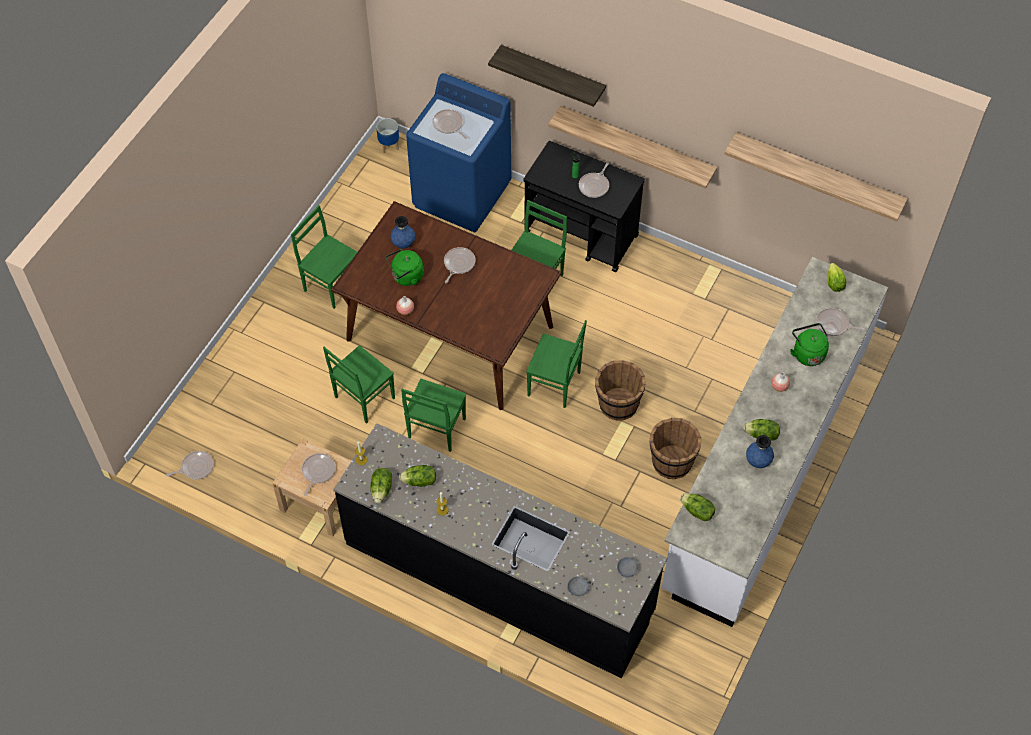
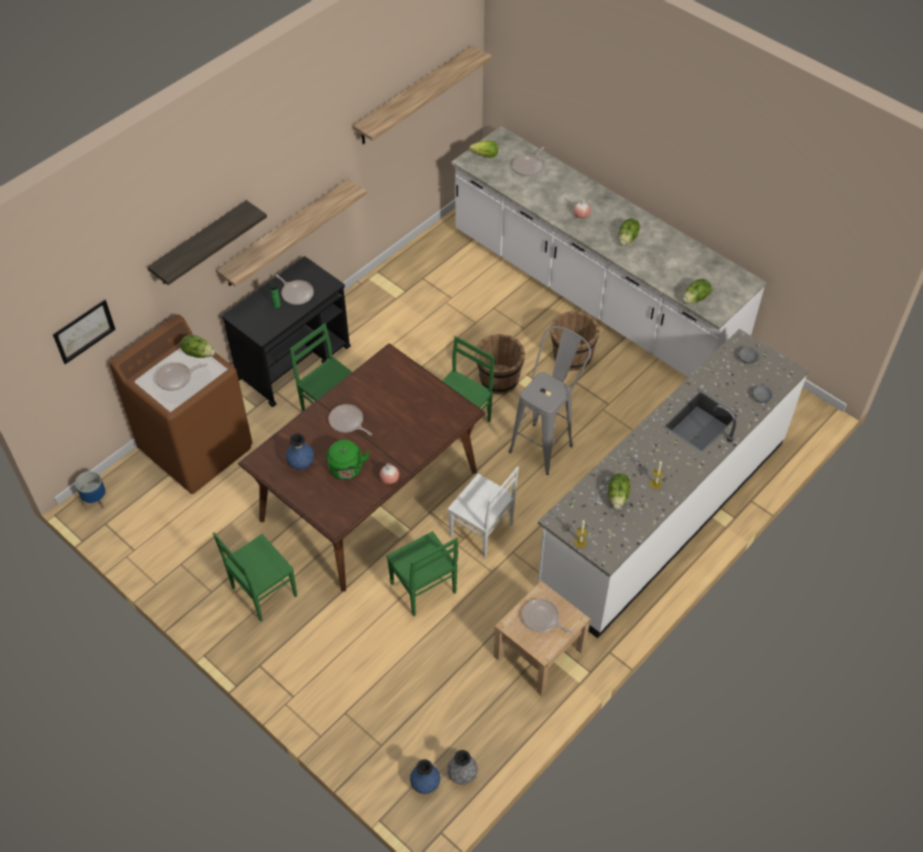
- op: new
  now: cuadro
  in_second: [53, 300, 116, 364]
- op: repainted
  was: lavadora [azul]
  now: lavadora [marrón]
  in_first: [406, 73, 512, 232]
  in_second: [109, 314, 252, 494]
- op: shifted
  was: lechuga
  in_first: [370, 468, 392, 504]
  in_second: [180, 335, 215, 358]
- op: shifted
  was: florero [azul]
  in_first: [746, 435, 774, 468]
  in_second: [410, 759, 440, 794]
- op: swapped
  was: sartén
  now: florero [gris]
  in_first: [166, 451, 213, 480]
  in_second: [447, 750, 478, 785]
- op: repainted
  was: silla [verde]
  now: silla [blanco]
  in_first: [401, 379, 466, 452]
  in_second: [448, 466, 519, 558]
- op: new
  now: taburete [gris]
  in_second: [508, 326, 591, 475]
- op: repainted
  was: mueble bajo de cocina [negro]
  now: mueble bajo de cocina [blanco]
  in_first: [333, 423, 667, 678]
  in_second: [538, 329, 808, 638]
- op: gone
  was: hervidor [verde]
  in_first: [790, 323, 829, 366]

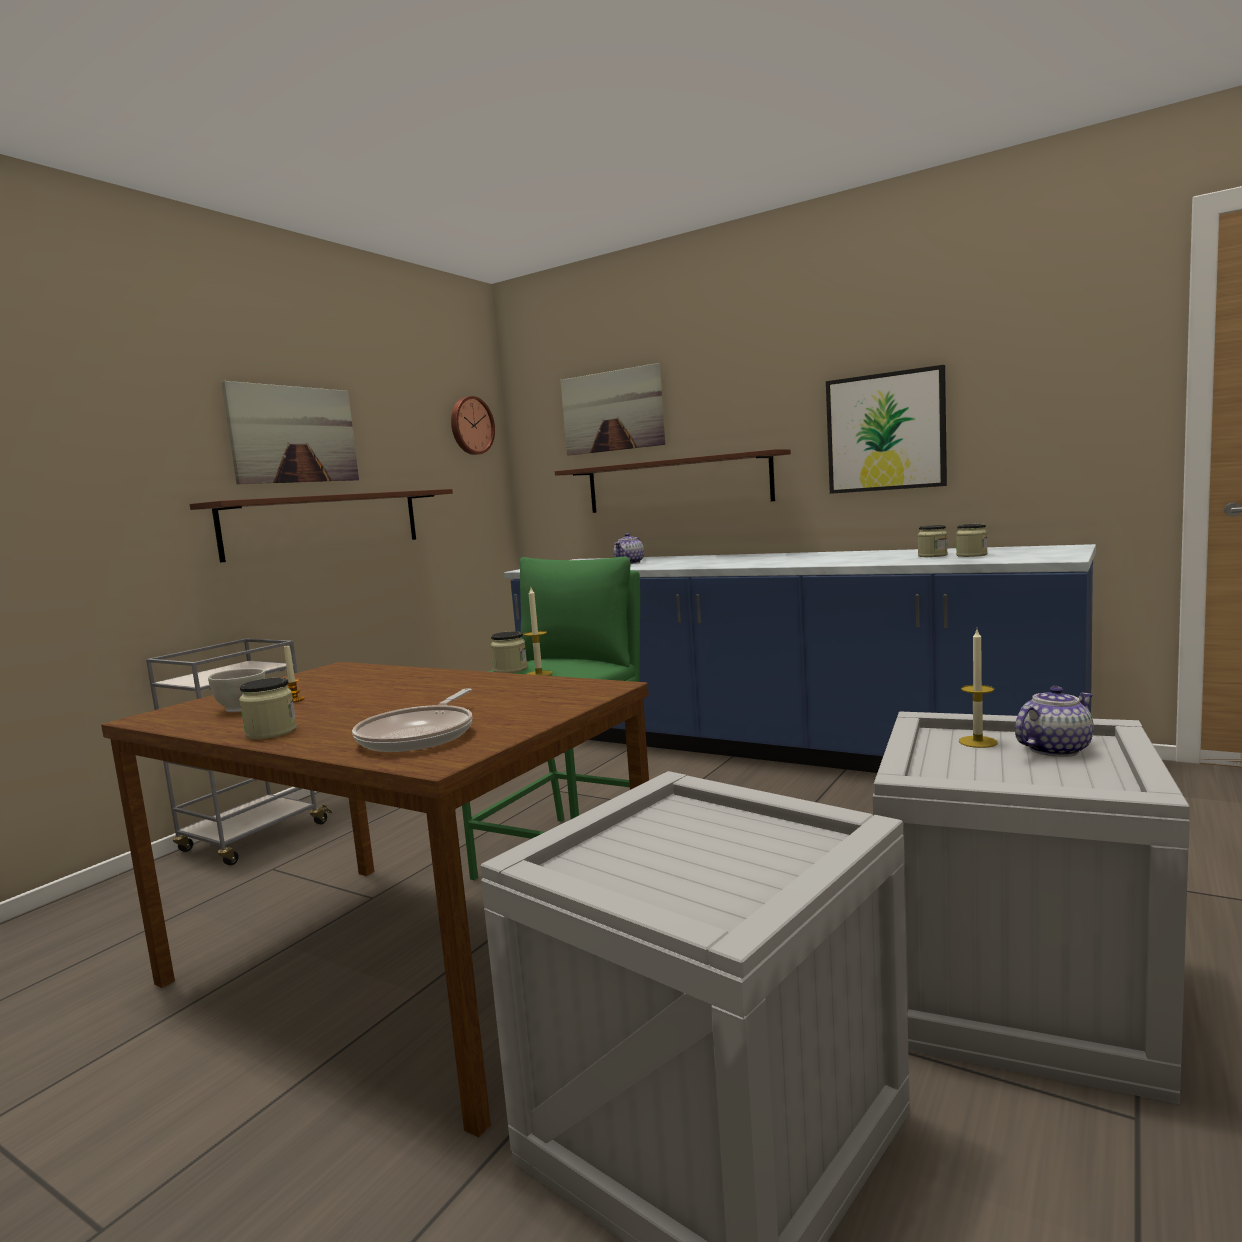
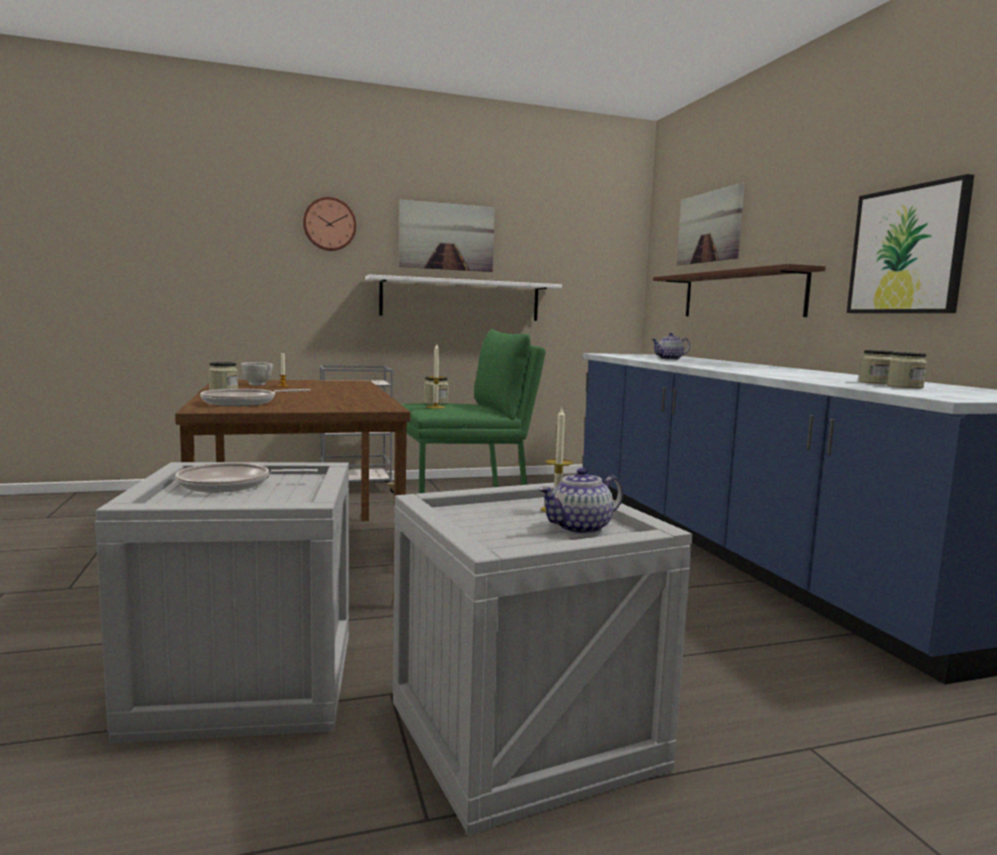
- op: new
  now: sartén
  in_second: [175, 463, 318, 493]
- op: shifted
  was: reloj de pared
  in_first: [451, 396, 495, 455]
  in_second: [303, 197, 356, 251]
- op: repainted
  was: estante [marrón]
  now: estante [blanco]
  in_first: [189, 489, 453, 563]
  in_second: [365, 275, 562, 321]
- op: rotated
  was: tetera
  in_first: [1015, 686, 1094, 757]
  in_second: [538, 468, 623, 534]
  clockwise: 135

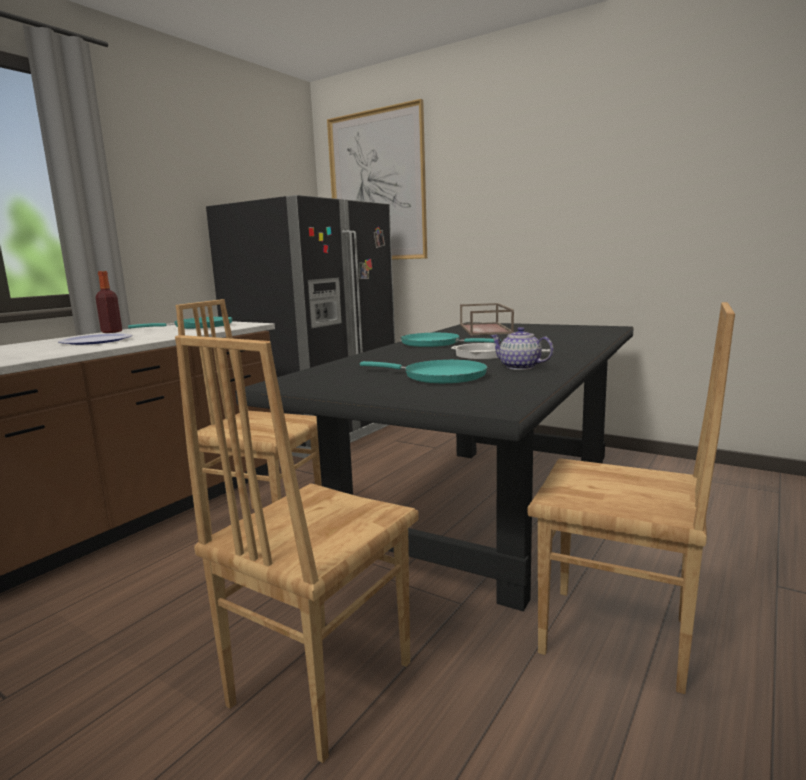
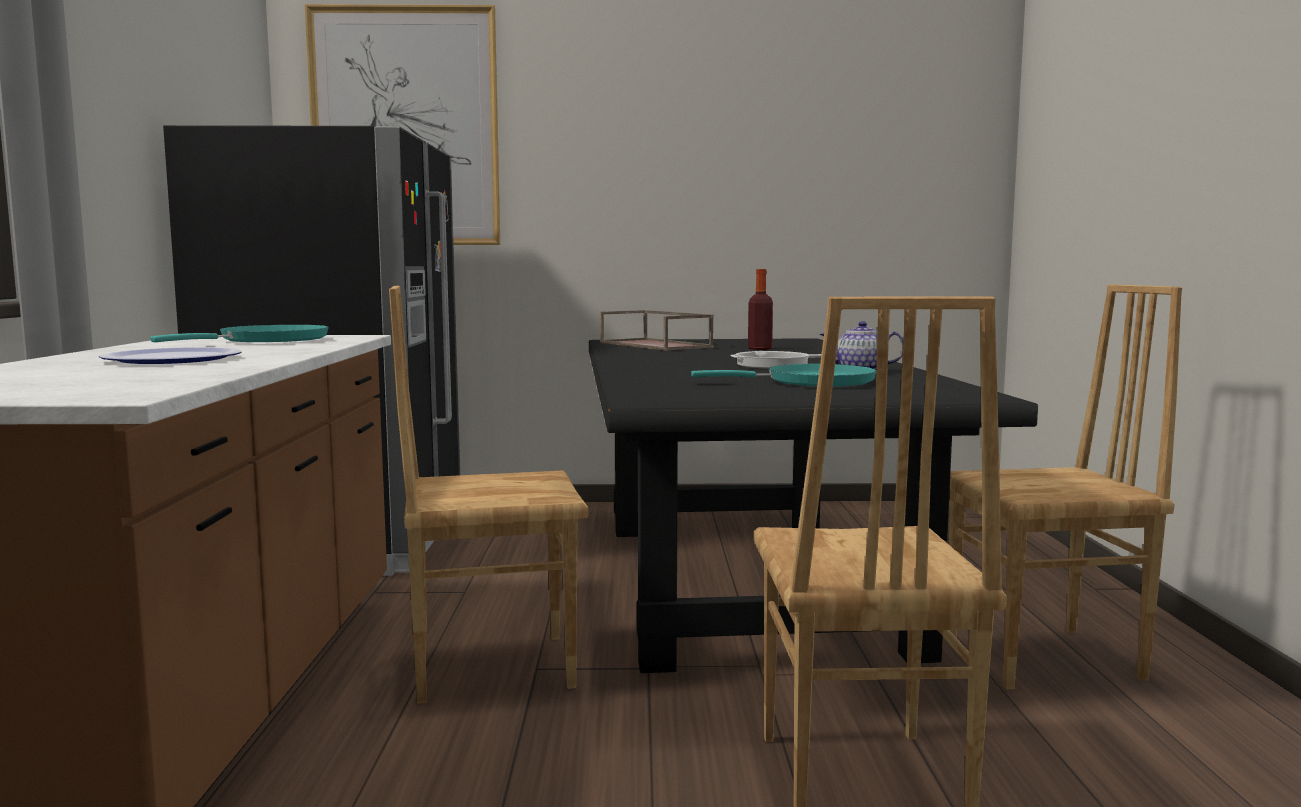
- op: shifted
  was: botella
  in_first: [95, 271, 122, 333]
  in_second: [748, 269, 773, 350]
- op: gone
  was: sartén [turquesa]
  in_first: [401, 333, 501, 347]

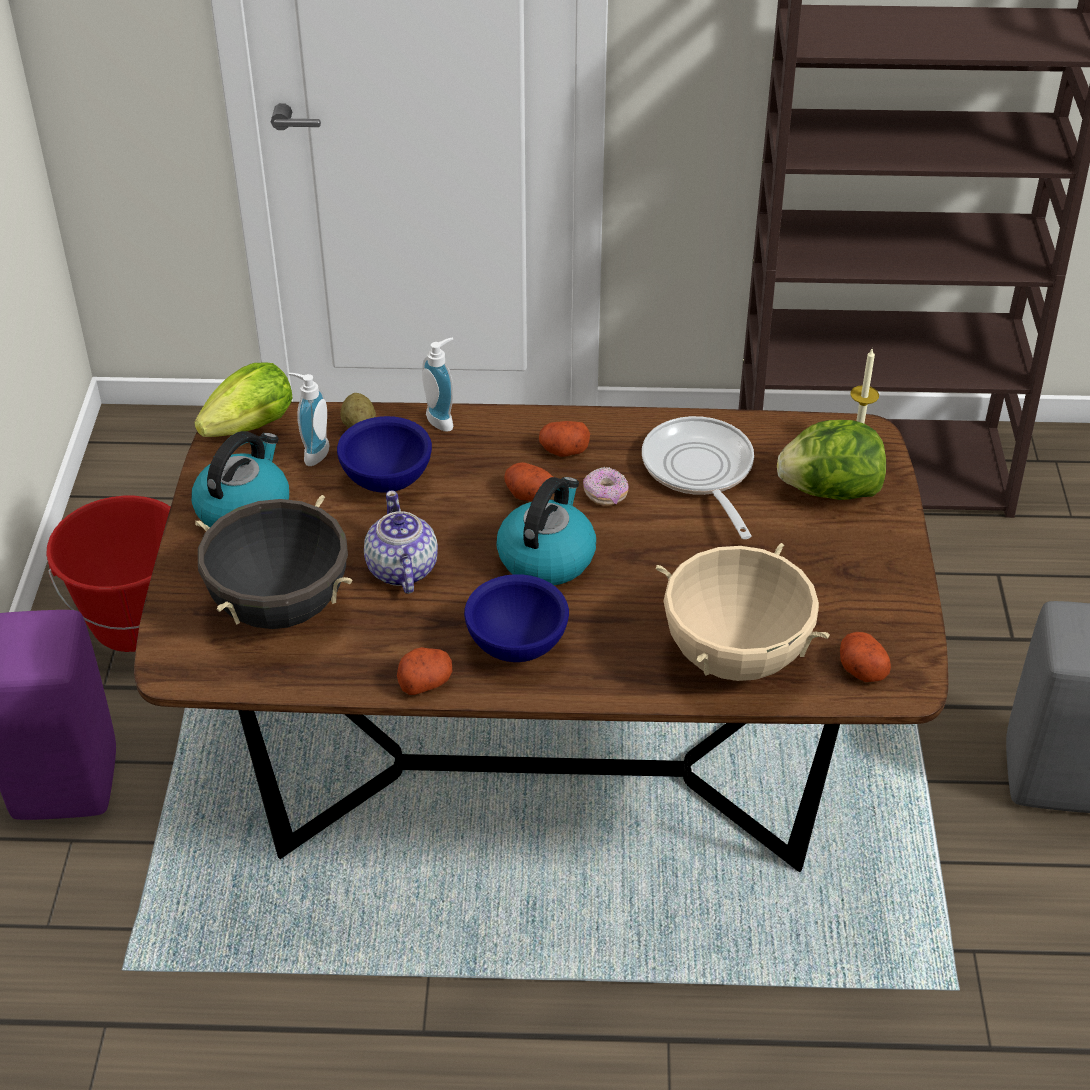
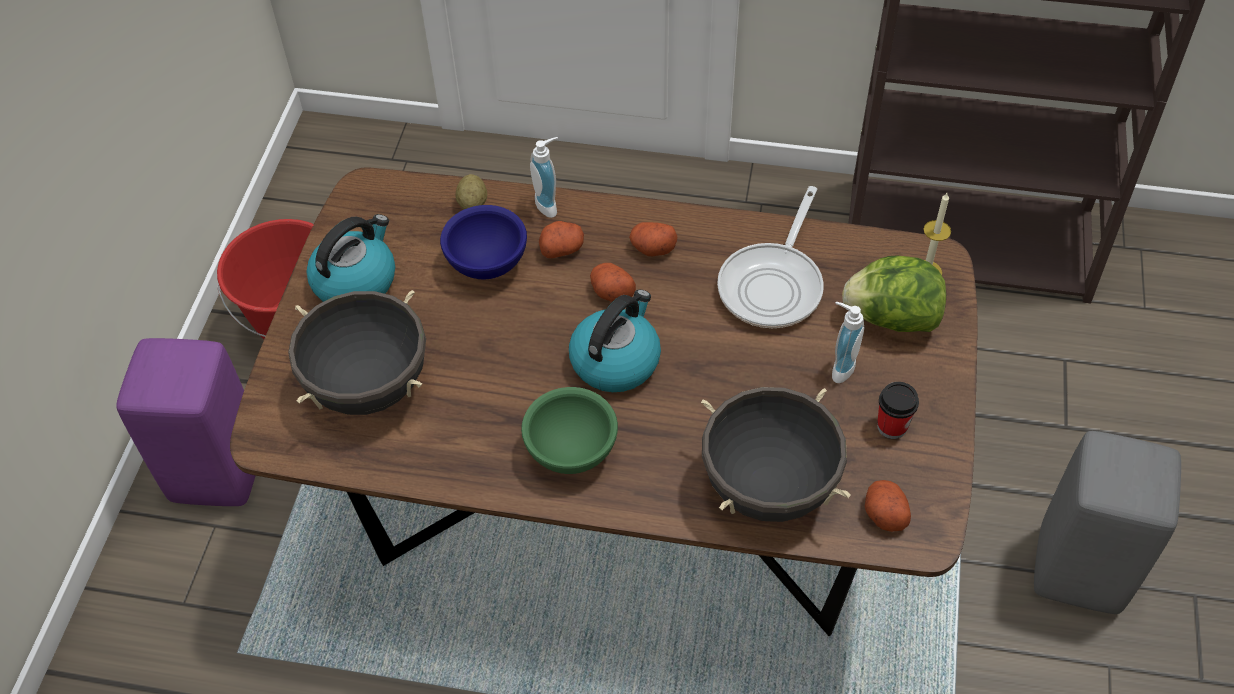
- op: repainted
  was: cuenco [azul]
  now: cuenco [verde]
  in_first: [464, 574, 569, 662]
  in_second: [521, 387, 618, 474]
- op: shifted
  was: patata
  in_first: [397, 647, 452, 695]
  in_second: [539, 221, 584, 258]
- op: repainted
  was: olla [beis]
  now: olla [negro]
  in_first: [656, 543, 830, 681]
  in_second: [701, 387, 851, 522]
- op: rotated
  was: sartén
  in_first: [642, 416, 754, 539]
  in_second: [717, 186, 824, 328]
  clockwise: -150
- op: shifted
  was: dispensador de jabón
  in_first: [289, 373, 329, 466]
  in_second: [832, 301, 865, 383]
- op: new
  now: taza
  in_second: [877, 382, 919, 439]
- op: gone
  was: lechuga
  in_first: [194, 363, 292, 437]
- op: gone
  was: tetera
  in_first: [364, 490, 438, 594]
- op: gone
  was: rosquilla
  in_first: [583, 467, 629, 506]

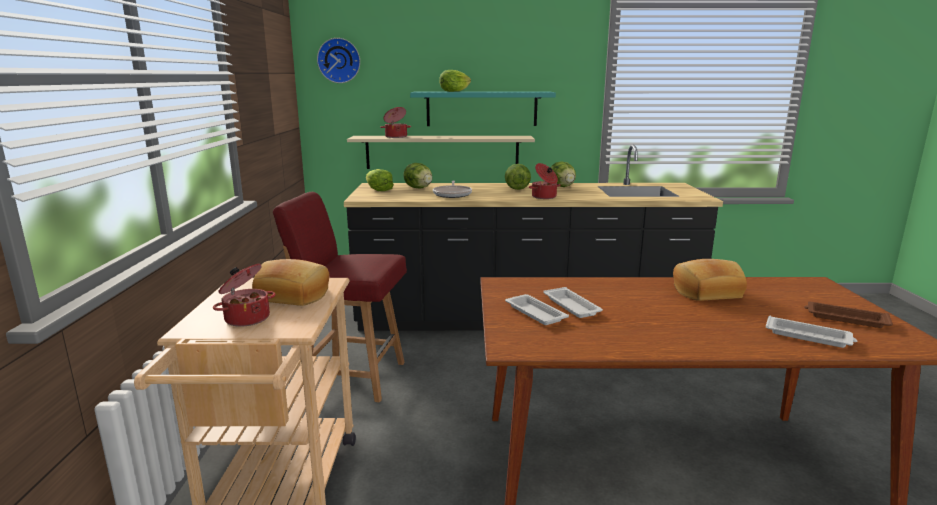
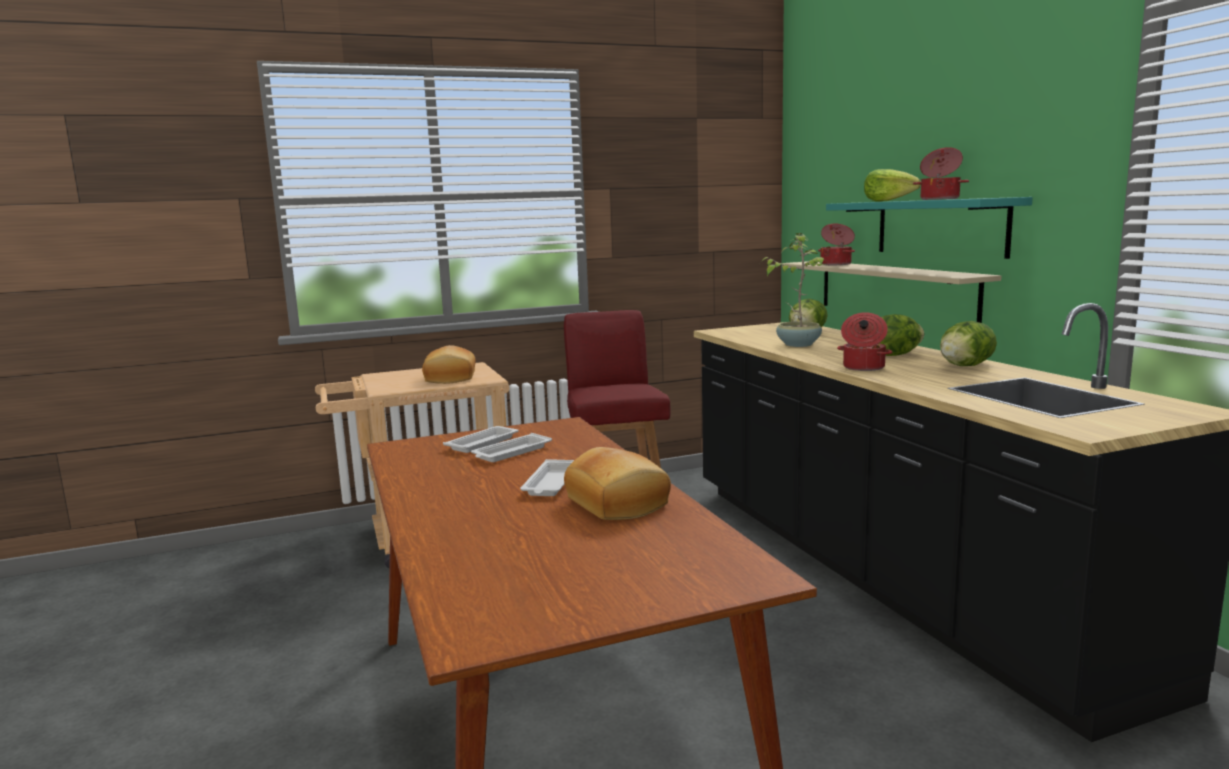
- op: shifted
  was: bandeja [blanco]
  in_first: [766, 316, 857, 348]
  in_second: [520, 459, 574, 496]
- op: swapped
  was: sartén
  now: planta en maceta
  in_first: [433, 181, 472, 198]
  in_second: [761, 233, 828, 347]
- op: shifted
  was: olla
  in_first: [213, 264, 276, 327]
  in_second: [913, 147, 969, 200]
- op: gone
  was: reloj de pared
  in_first: [317, 38, 360, 83]
- op: gone
  was: lechuga
  in_first: [366, 169, 394, 191]
- op: gone
  was: bandeja [marrón]
  in_first: [804, 302, 893, 328]

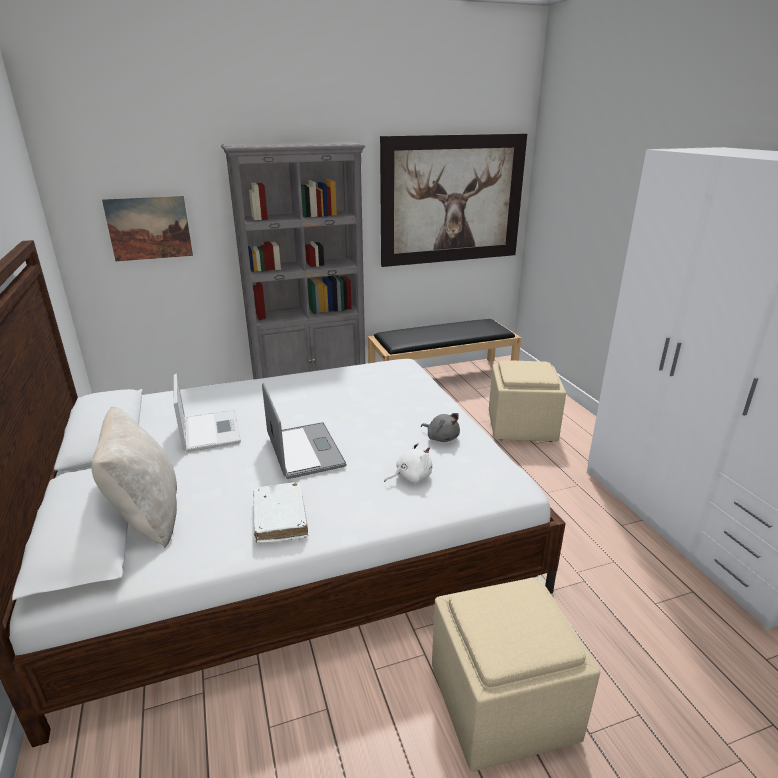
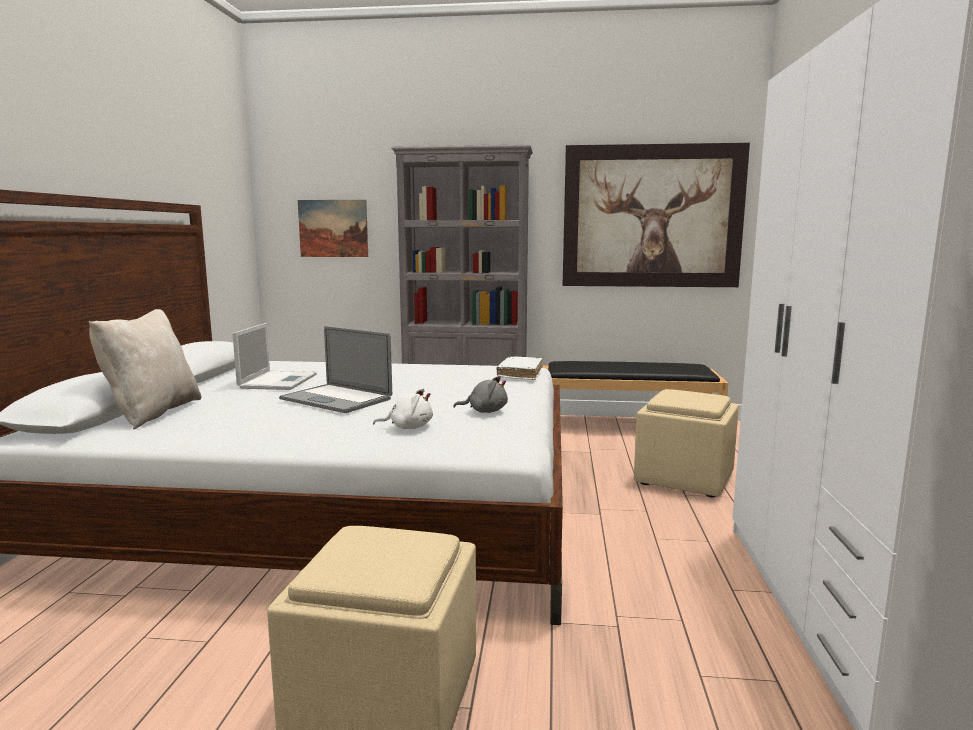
- op: rotated
  was: portátil
  in_first: [262, 383, 347, 479]
  in_second: [279, 326, 392, 413]
  clockwise: 120
- op: rotated
  was: peluche [gris]
  in_first: [421, 413, 460, 442]
  in_second: [454, 376, 508, 413]
  clockwise: -60
- op: shifted
  was: libro [blanco]
  in_first: [253, 482, 308, 543]
  in_second: [496, 357, 542, 380]

